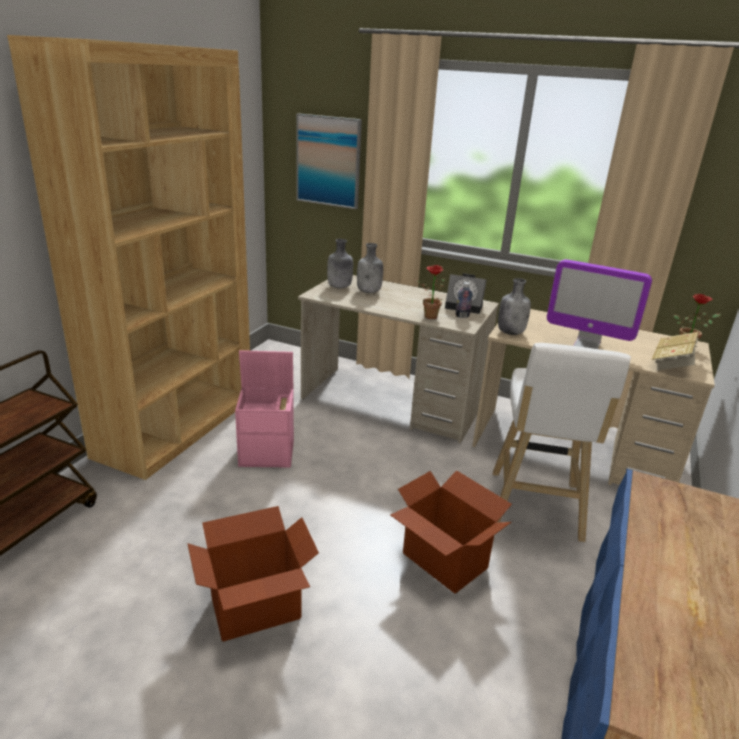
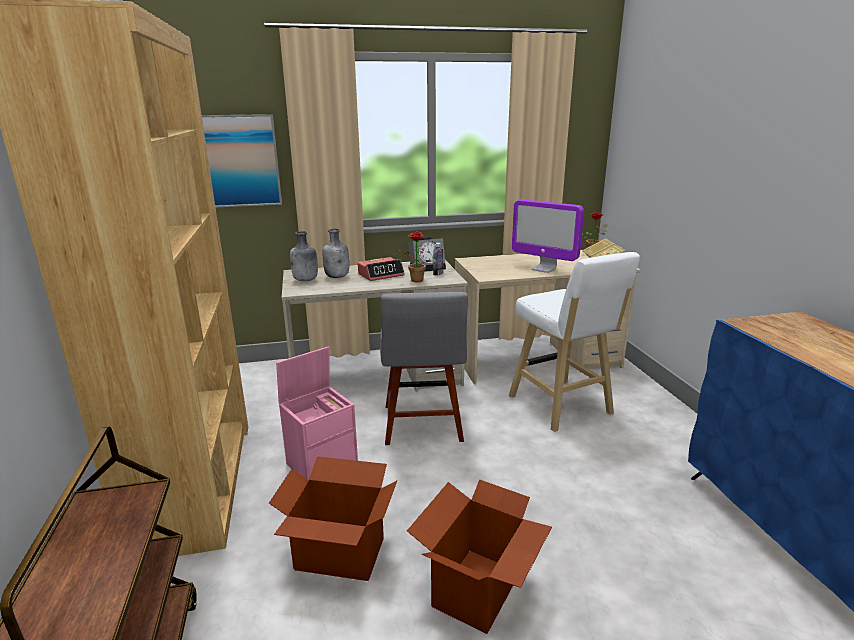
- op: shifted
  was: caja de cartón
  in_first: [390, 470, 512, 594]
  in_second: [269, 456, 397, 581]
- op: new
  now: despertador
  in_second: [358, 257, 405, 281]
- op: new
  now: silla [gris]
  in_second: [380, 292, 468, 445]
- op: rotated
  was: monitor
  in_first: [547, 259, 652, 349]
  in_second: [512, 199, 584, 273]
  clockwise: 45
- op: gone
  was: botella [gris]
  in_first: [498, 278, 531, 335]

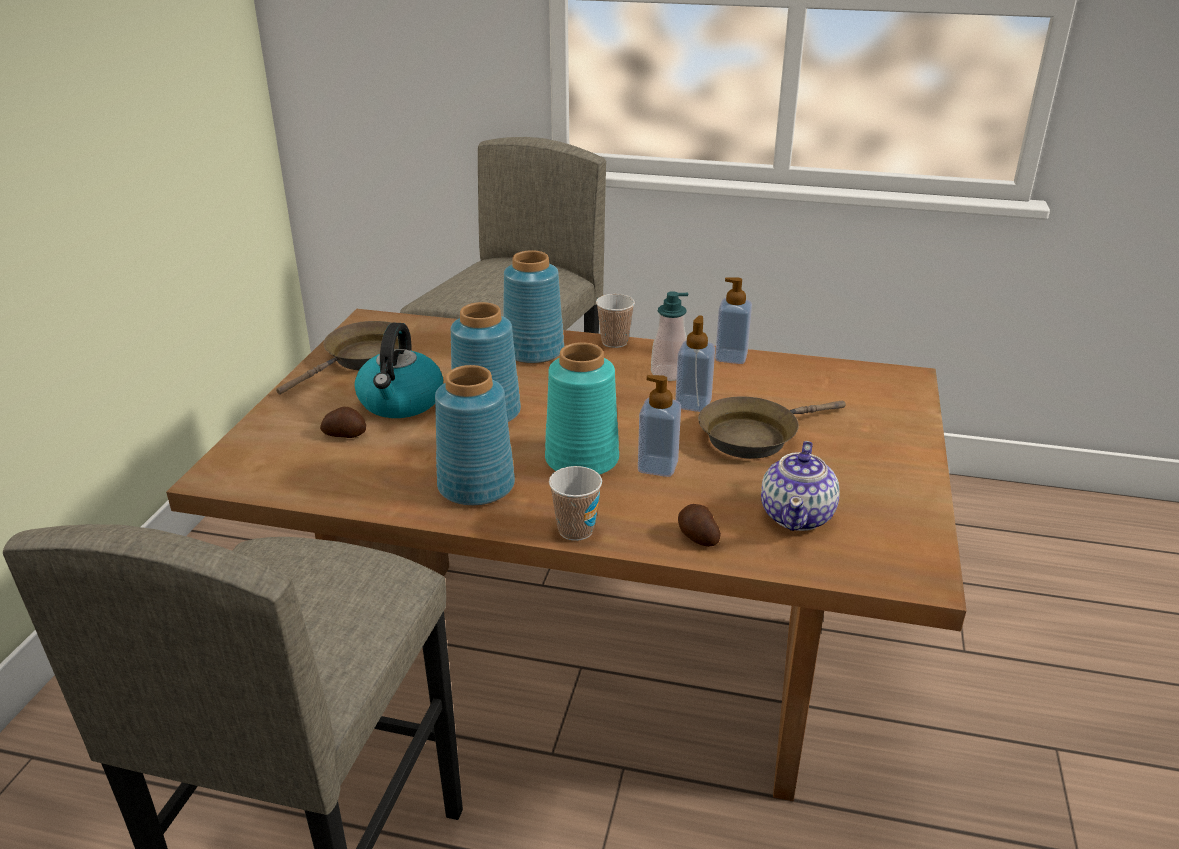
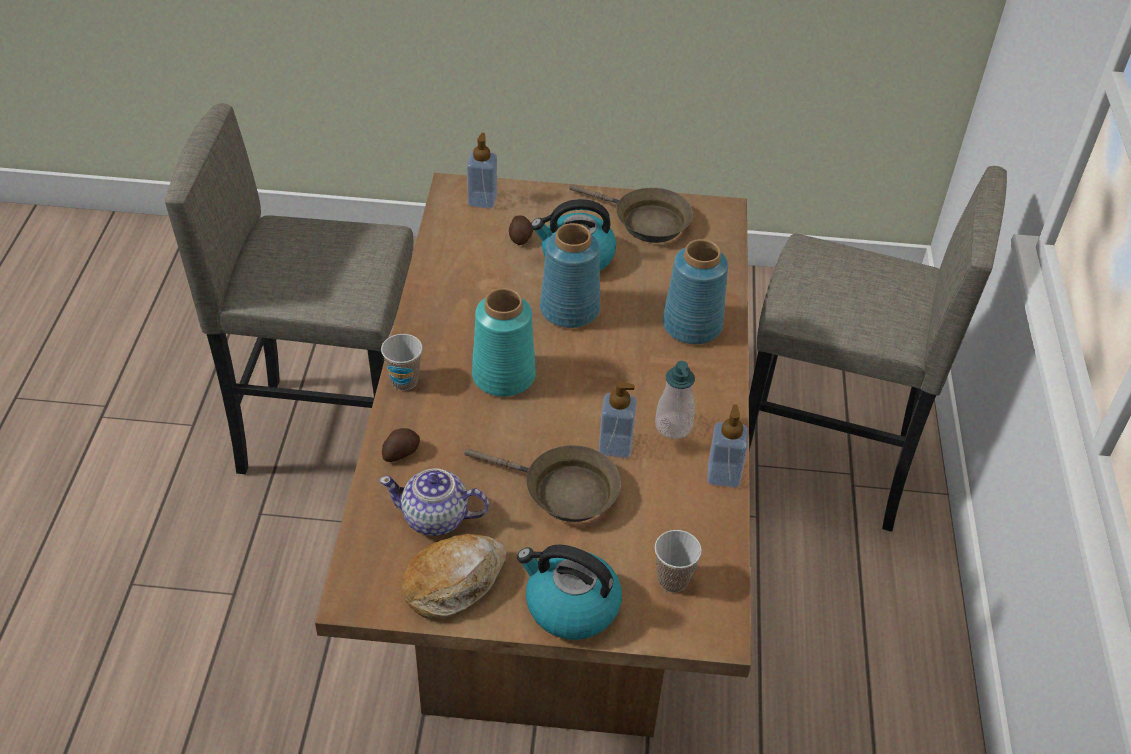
- op: new
  now: pan
  in_second: [403, 534, 507, 619]
- op: rotated
  was: sartén [marrón]
  in_first: [698, 396, 846, 459]
  in_second: [464, 445, 621, 522]
  clockwise: 150
- op: shifted
  was: dispensador de jabón
  in_first: [638, 375, 681, 477]
  in_second: [467, 133, 497, 209]
- op: new
  now: hervidor
  in_second: [517, 545, 622, 640]
- op: shifted
  was: taza
  in_first: [596, 294, 635, 348]
  in_second: [655, 530, 702, 593]
- op: gone
  was: florero [azul]
  in_first: [435, 365, 515, 506]

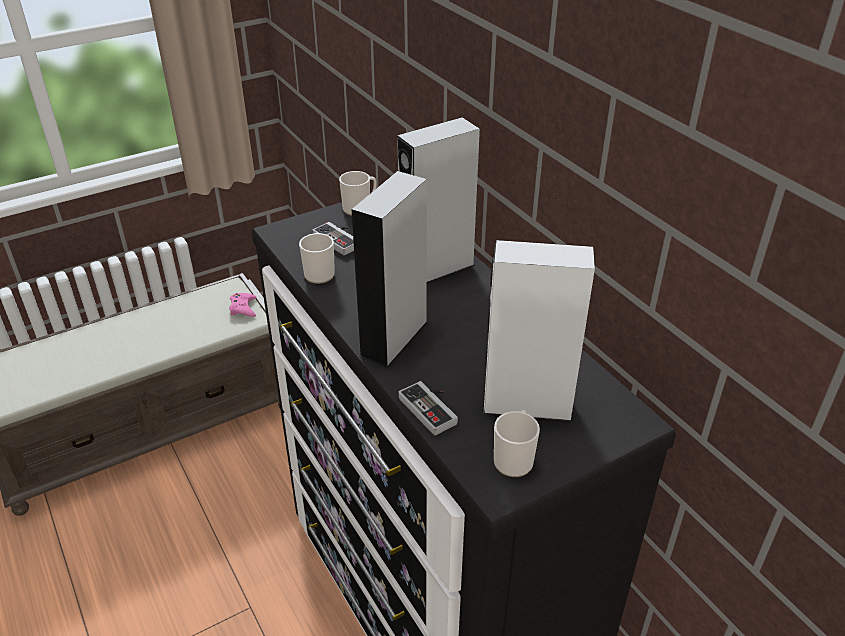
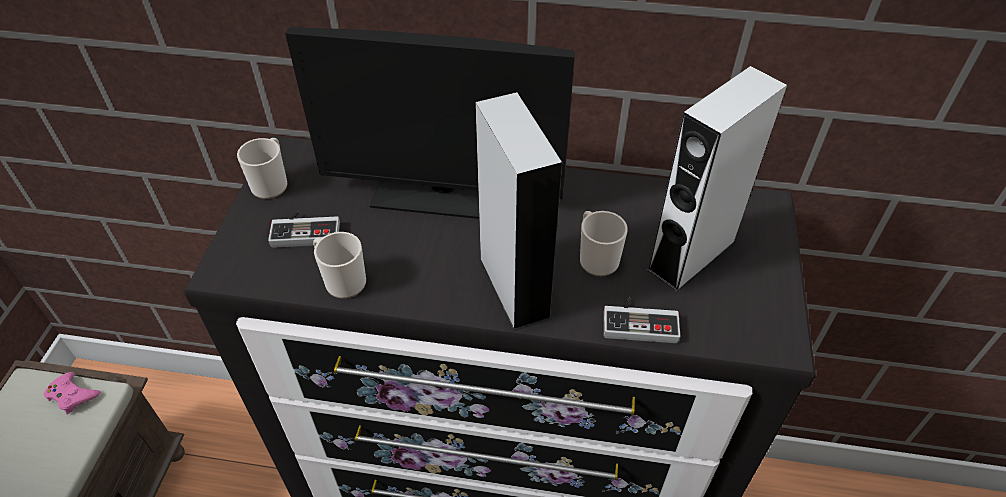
- op: swapped
  was: altavoz [gris]
  now: monitor
  in_first: [397, 117, 480, 283]
  in_second: [285, 27, 575, 219]
- op: shifted
  was: taza grande
  in_first: [494, 410, 540, 477]
  in_second: [580, 211, 628, 276]

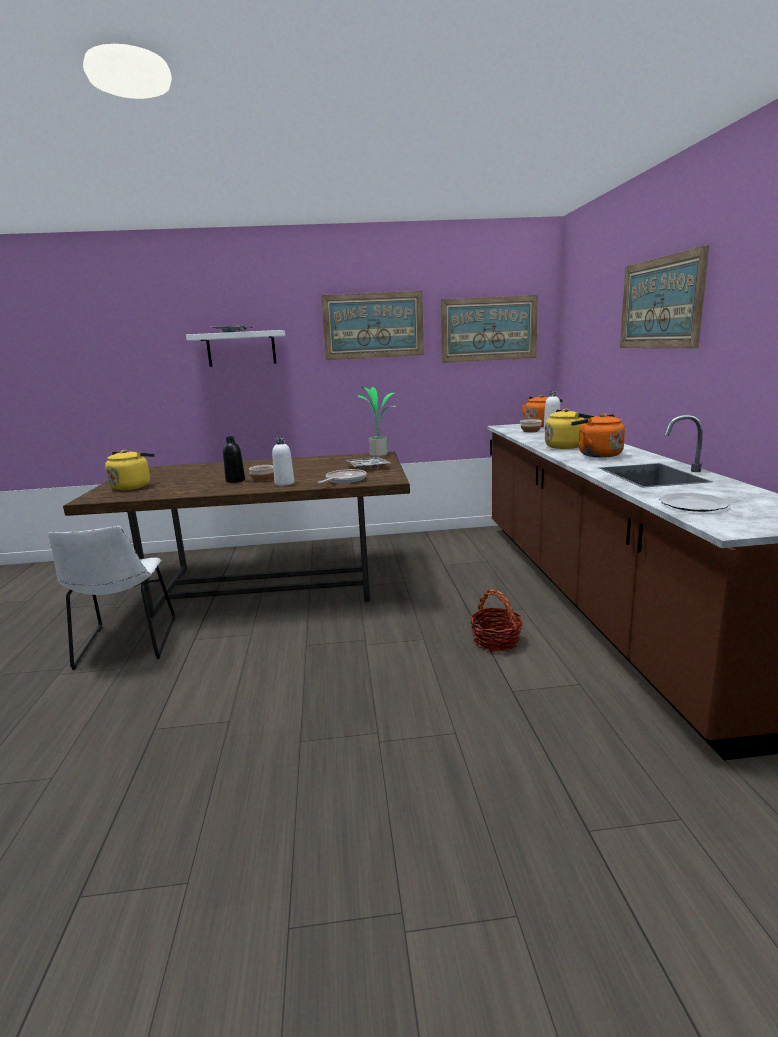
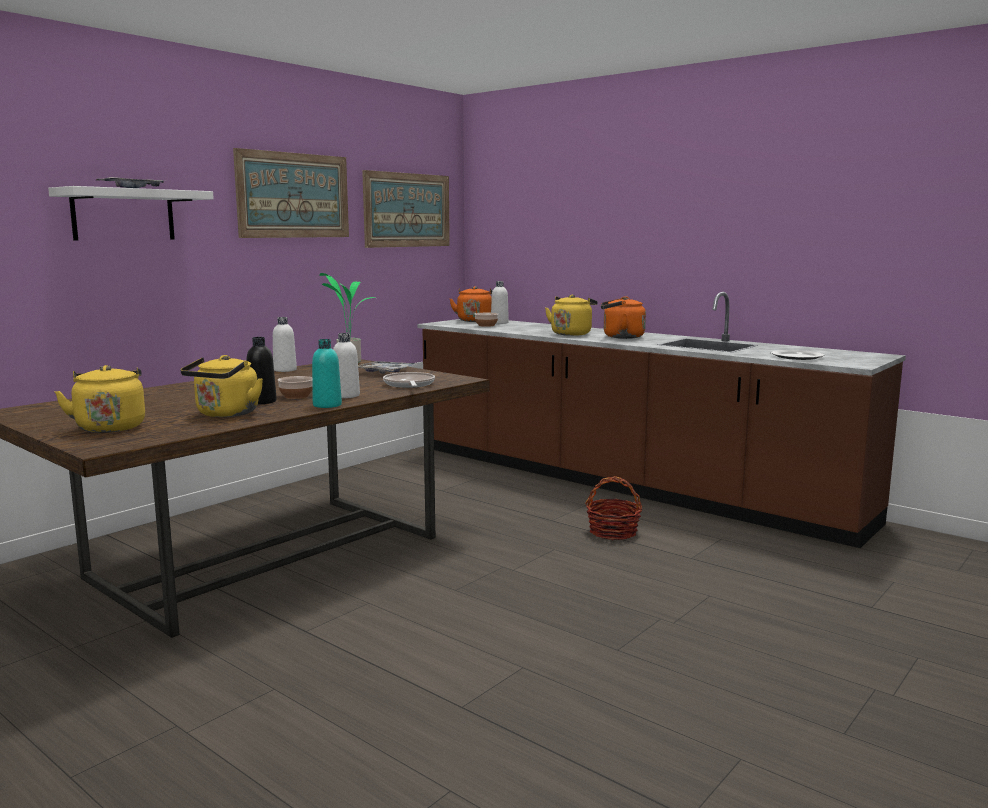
- op: new
  now: hervidor [amarillo]
  in_second: [180, 355, 263, 417]
- op: new
  now: botella [blanco]
  in_second: [273, 317, 297, 372]
- op: new
  now: botella [turquesa]
  in_second: [312, 339, 342, 408]
- op: gone
  was: silla [blanco]
  in_first: [48, 526, 175, 670]
- op: gone
  was: cuadro
  in_first: [620, 245, 709, 349]

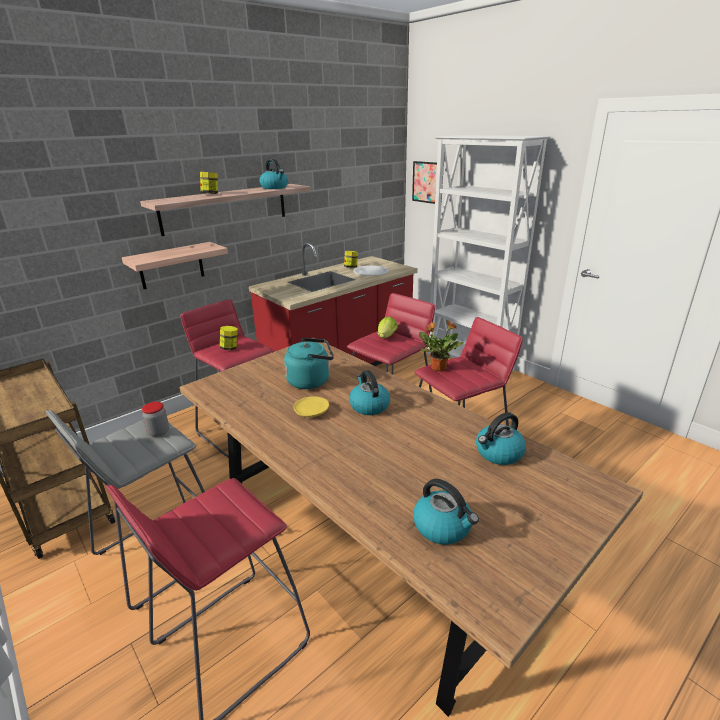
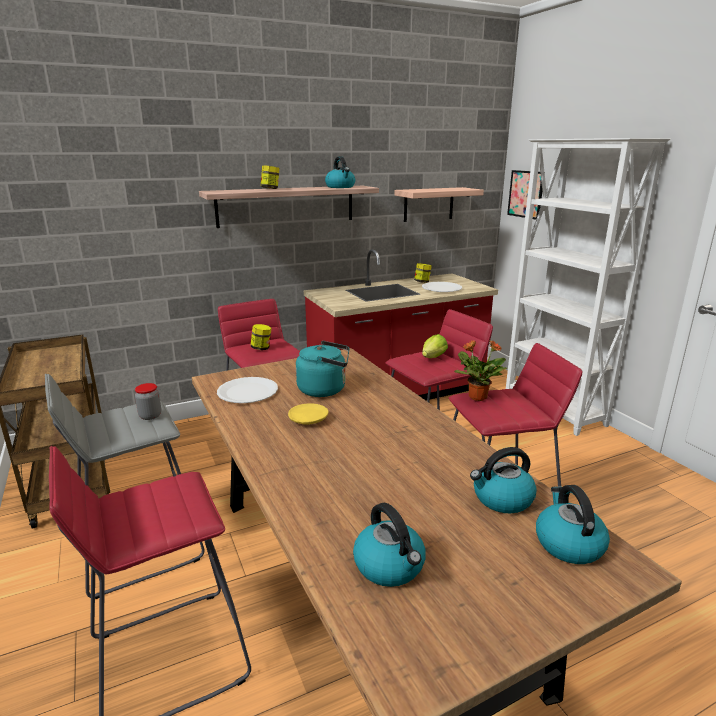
- op: new
  now: plato [blanco]
  in_second: [217, 377, 278, 403]
- op: shifted
  was: estante
  in_first: [122, 242, 228, 289]
  in_second: [394, 187, 484, 222]
- op: shifted
  was: hervidor
  in_first: [349, 370, 390, 415]
  in_second: [536, 485, 610, 564]

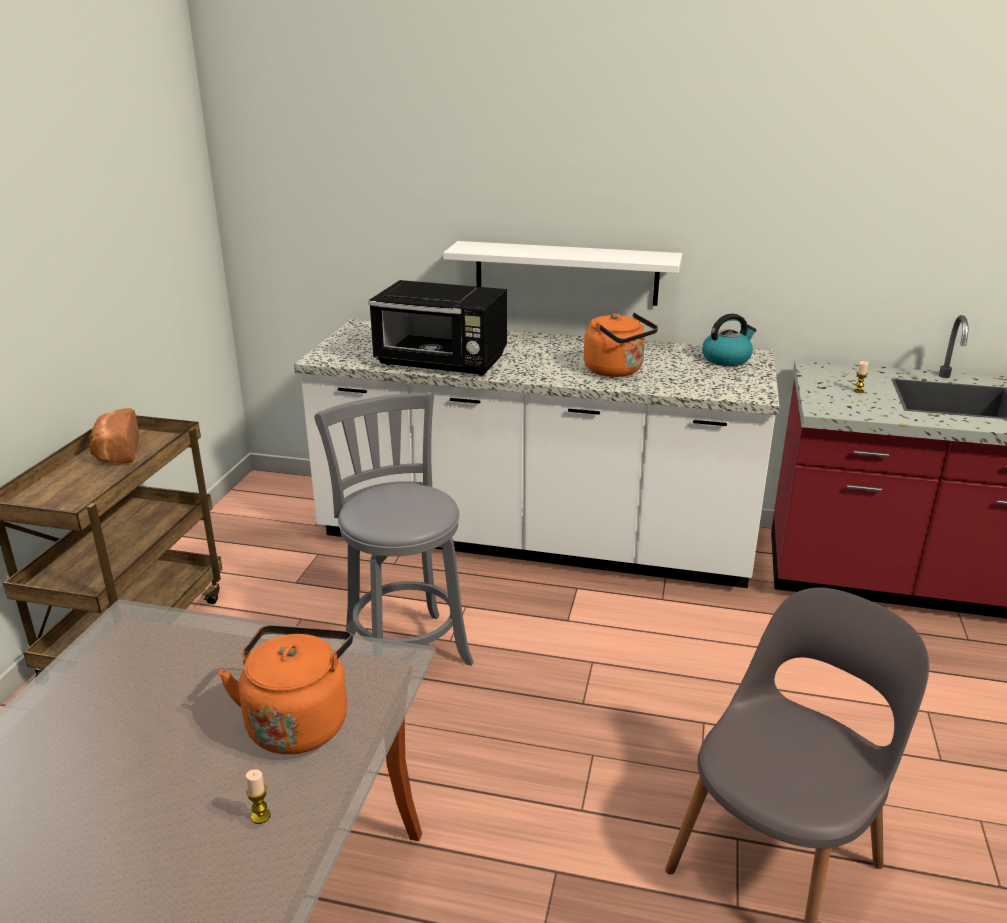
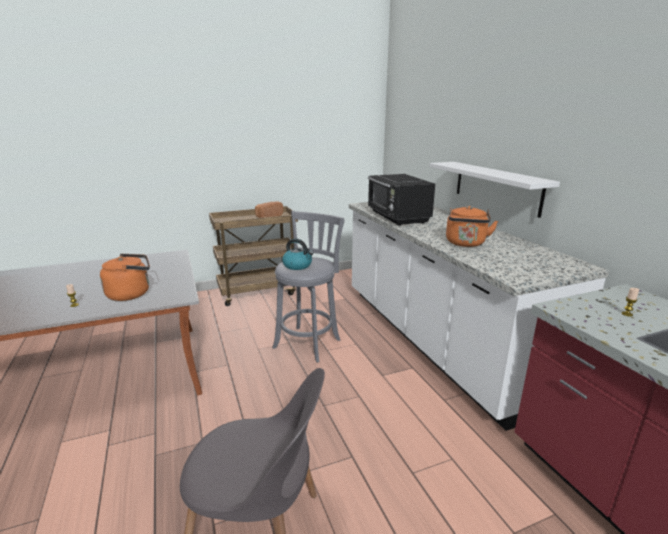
- op: shifted
  was: hervidor
  in_first: [702, 314, 757, 366]
  in_second: [282, 238, 313, 270]

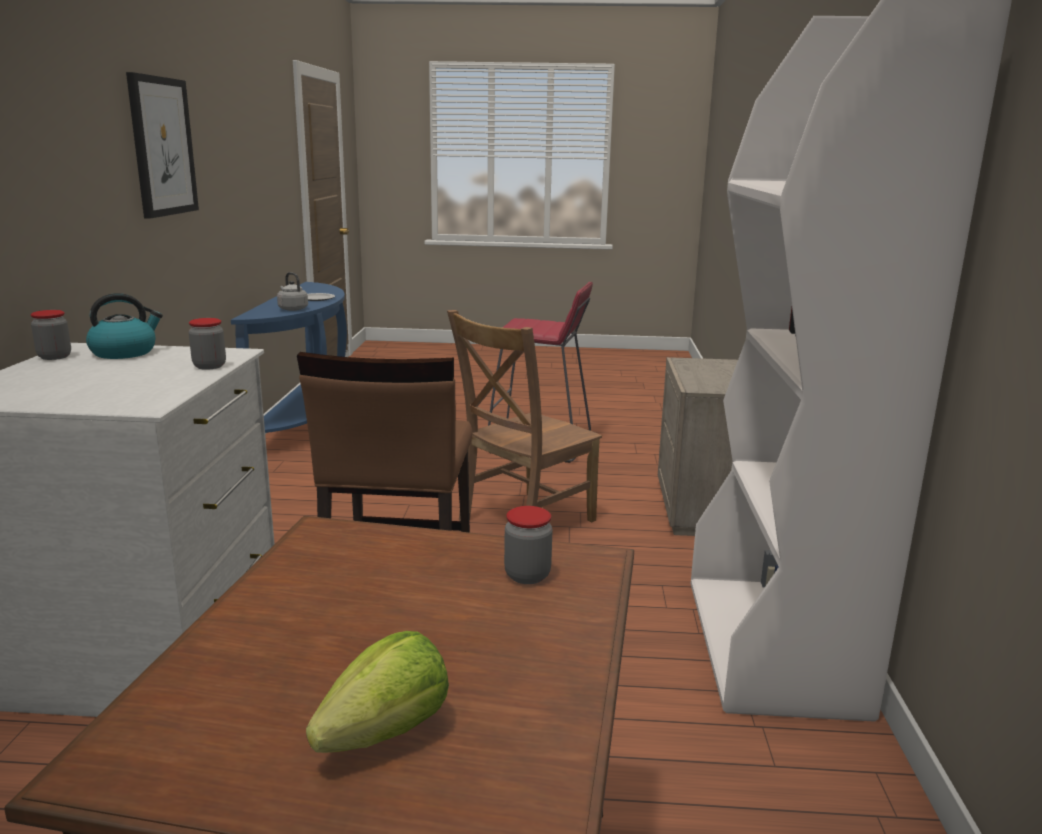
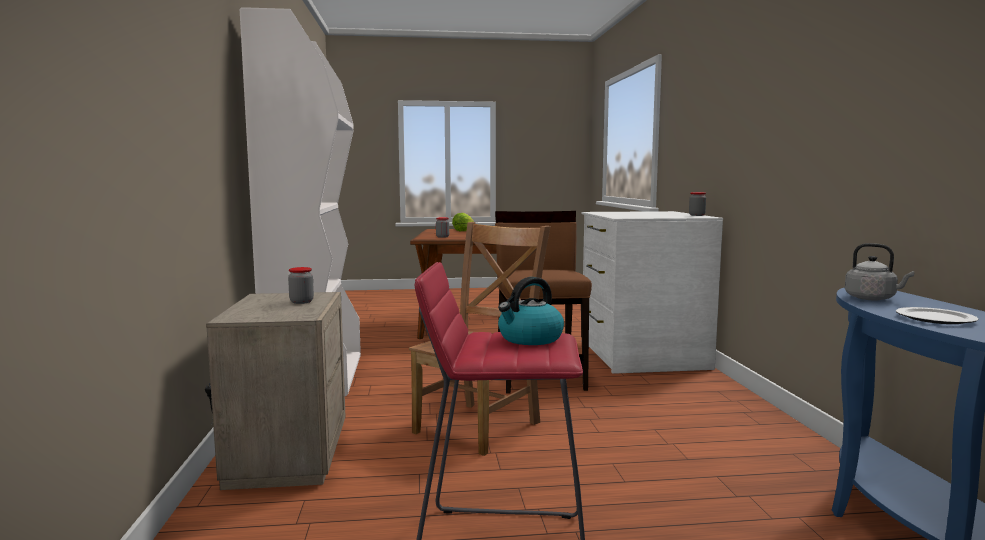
- op: shifted
  was: tarro
  in_first: [189, 318, 226, 370]
  in_second: [288, 267, 314, 304]
- op: shifted
  was: hervidor
  in_first: [86, 293, 163, 359]
  in_second: [498, 277, 564, 345]
- op: gone
  was: cuadro
  in_first: [126, 72, 199, 219]

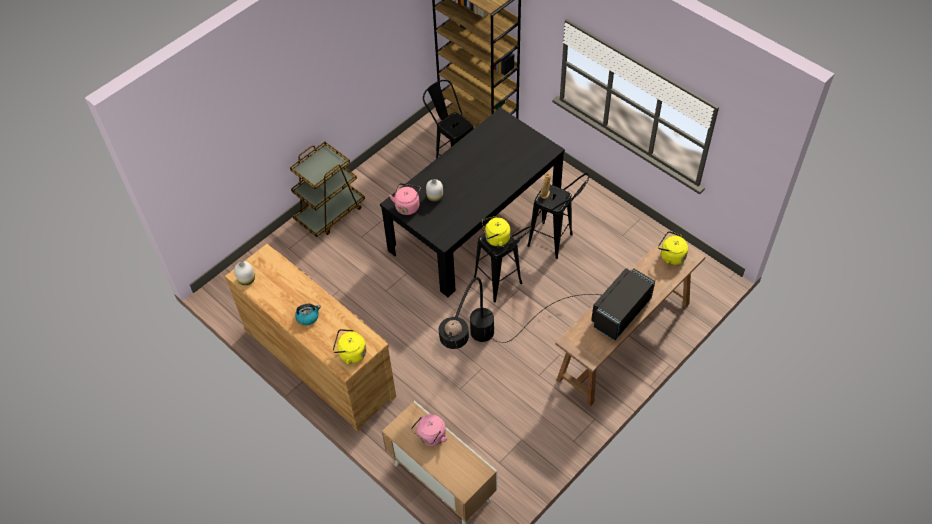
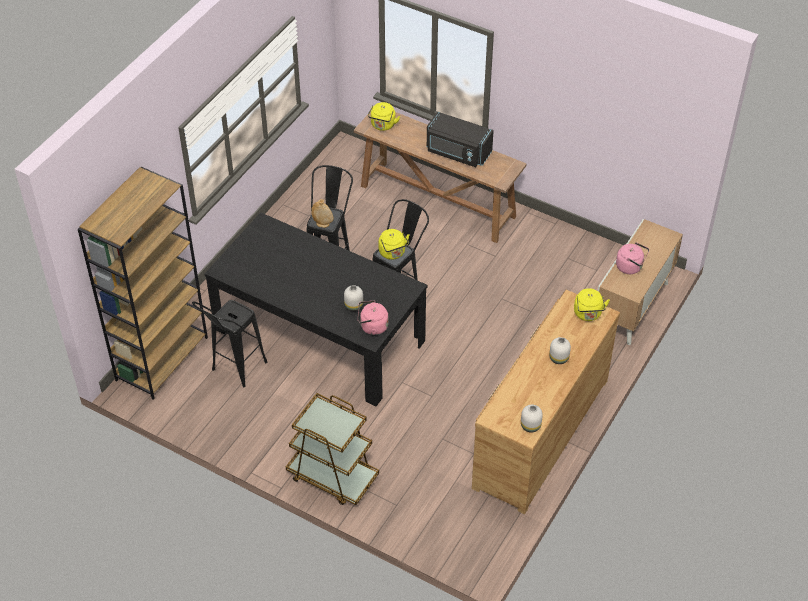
- op: swapped
  was: hervidor
  now: florero [blanco]
  in_first: [295, 304, 321, 325]
  in_second: [549, 337, 571, 364]
- op: gone
  was: lámpara de pie [negro]
  in_first: [439, 277, 600, 349]

